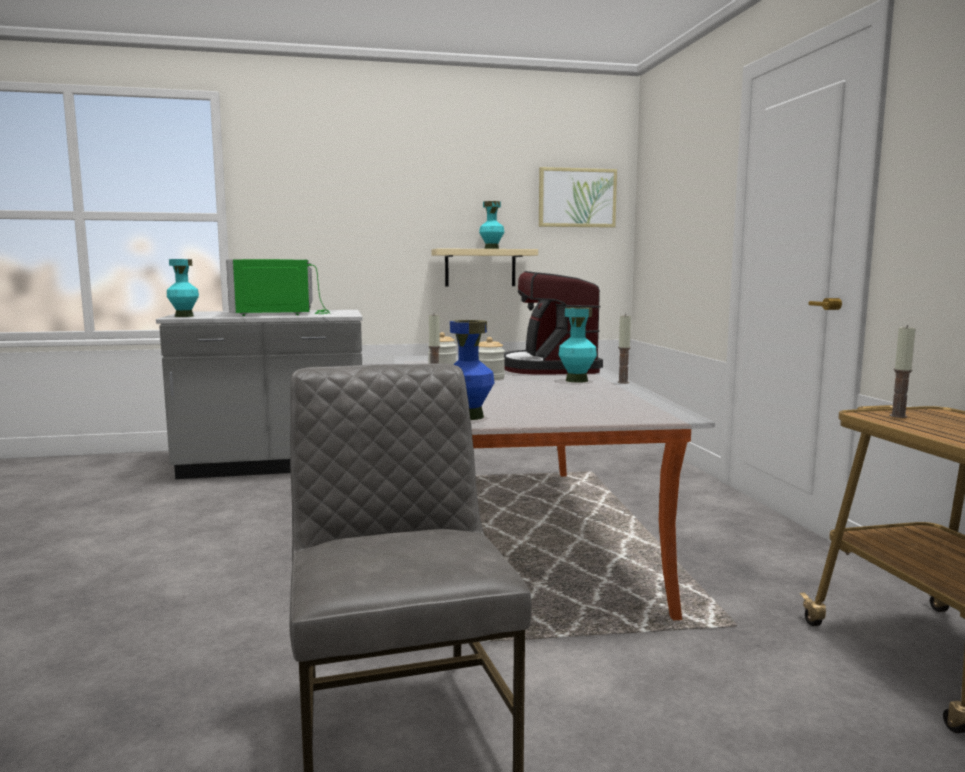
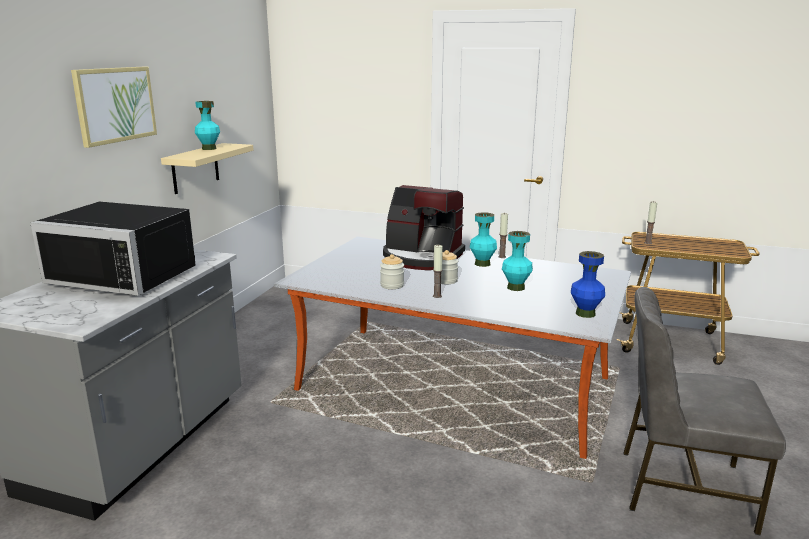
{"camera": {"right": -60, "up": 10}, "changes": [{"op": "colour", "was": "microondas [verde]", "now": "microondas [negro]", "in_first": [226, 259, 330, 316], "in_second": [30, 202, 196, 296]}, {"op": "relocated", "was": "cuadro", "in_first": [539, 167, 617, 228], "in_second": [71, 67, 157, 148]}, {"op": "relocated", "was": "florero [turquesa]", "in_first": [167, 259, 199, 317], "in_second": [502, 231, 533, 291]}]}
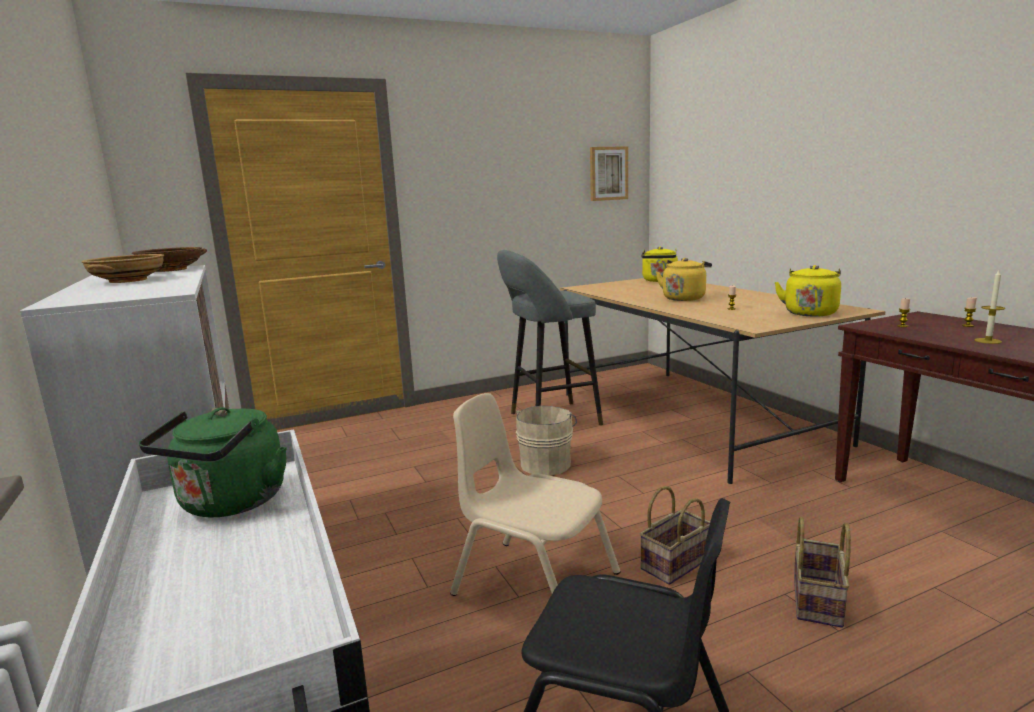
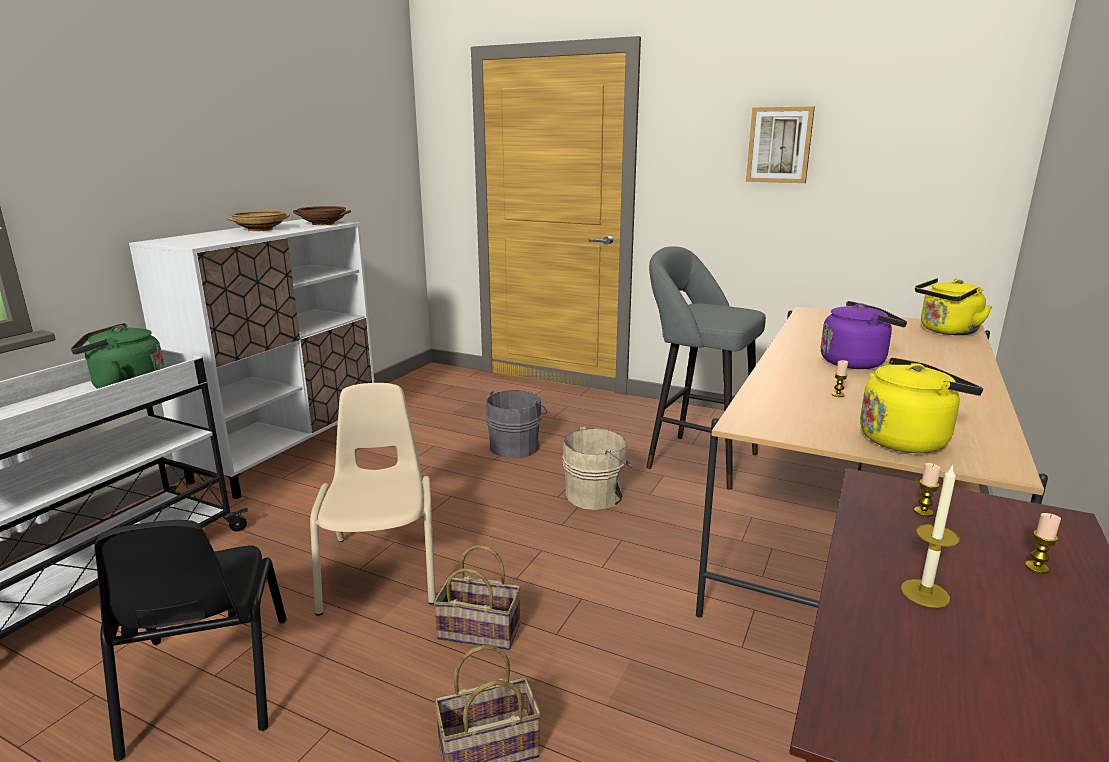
{"camera": {"right": 50, "up": 5}, "changes": [{"op": "appeared", "now": "cubo [gris]", "in_second": [485, 390, 547, 458]}, {"op": "relocated", "was": "cuadro", "in_first": [590, 146, 628, 201], "in_second": [746, 106, 815, 183]}, {"op": "colour", "was": "hervidor [amarillo]", "now": "hervidor [morado]", "in_first": [656, 258, 712, 301], "in_second": [821, 301, 907, 369]}]}
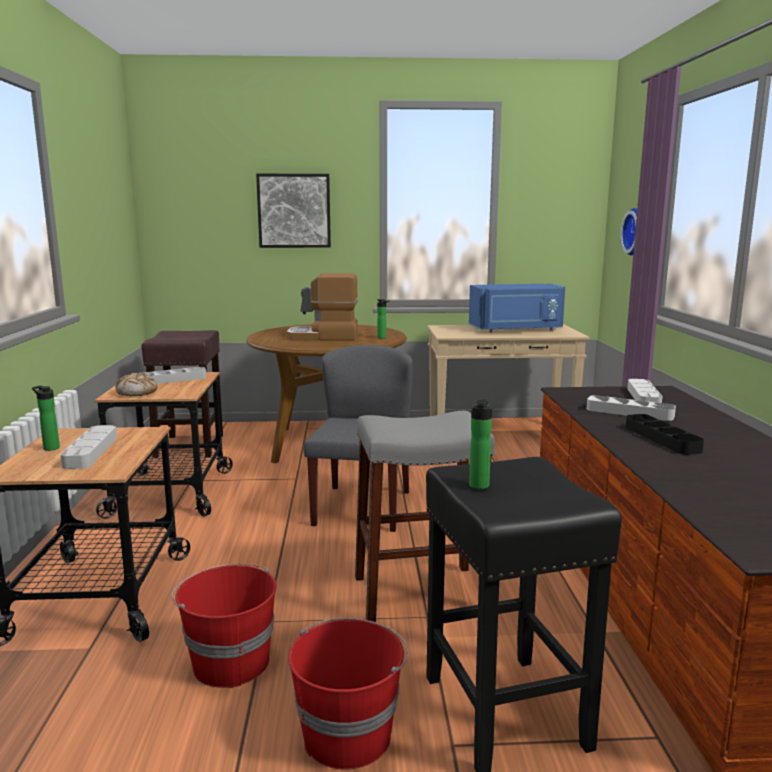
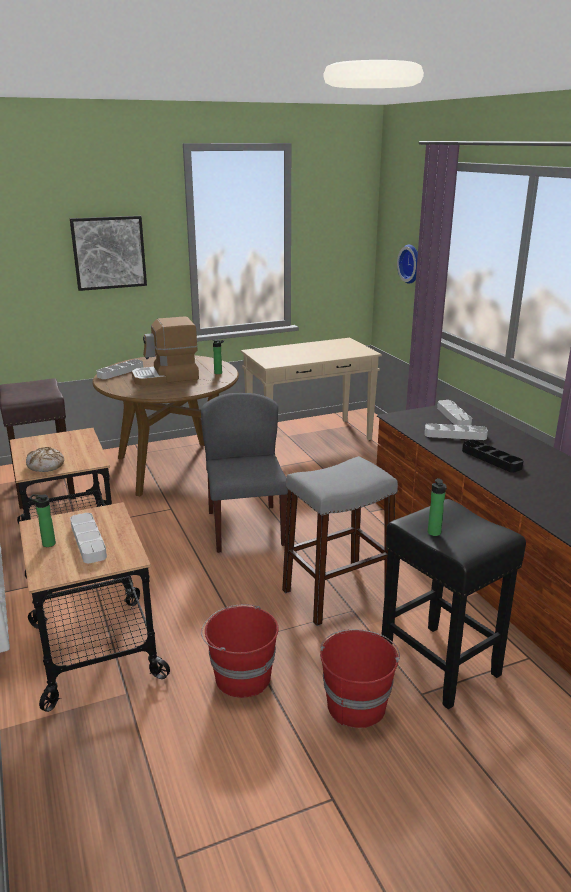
{"camera": {"right": -20, "up": 10}, "changes": [{"op": "relocated", "was": "bandeja [gris]", "in_first": [143, 367, 207, 384], "in_second": [96, 359, 143, 379]}, {"op": "missing", "was": "microondas [azul]", "in_first": [469, 284, 565, 332]}]}
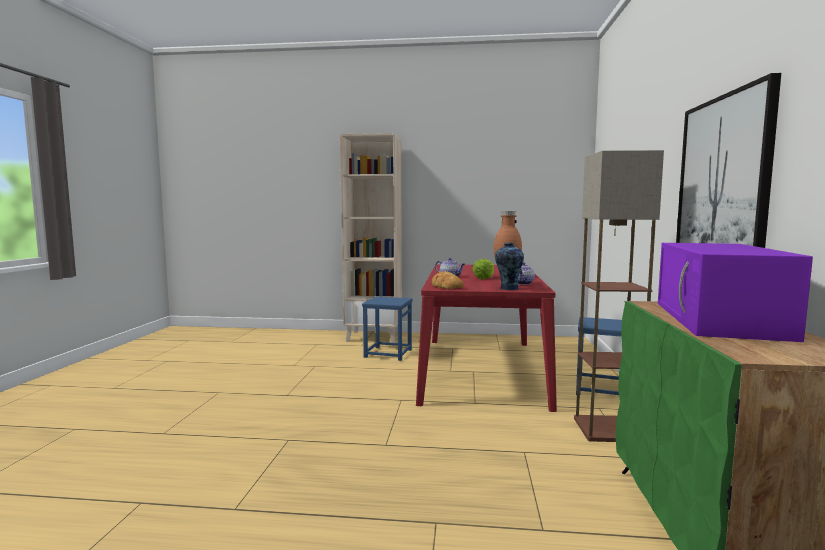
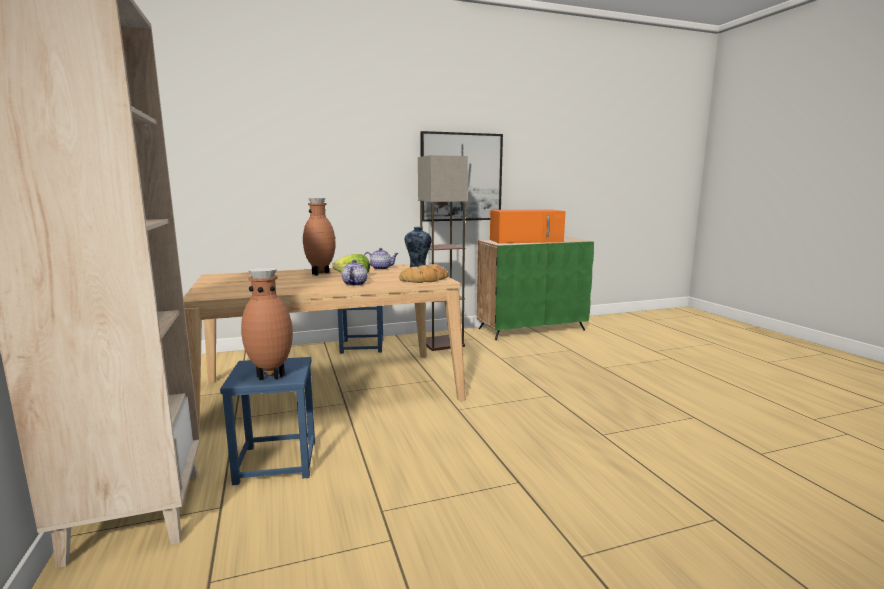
{"camera": {"right": -115, "up": 5}, "changes": [{"op": "colour", "was": "mesa de comedor [rojo]", "now": "mesa de comedor [beis]", "in_first": [416, 264, 557, 412], "in_second": [183, 264, 466, 435]}, {"op": "appeared", "now": "florero [marrón]", "in_second": [241, 268, 293, 380]}, {"op": "colour", "was": "microondas [morado]", "now": "microondas [naranja]", "in_first": [658, 243, 813, 342], "in_second": [490, 209, 566, 244]}]}
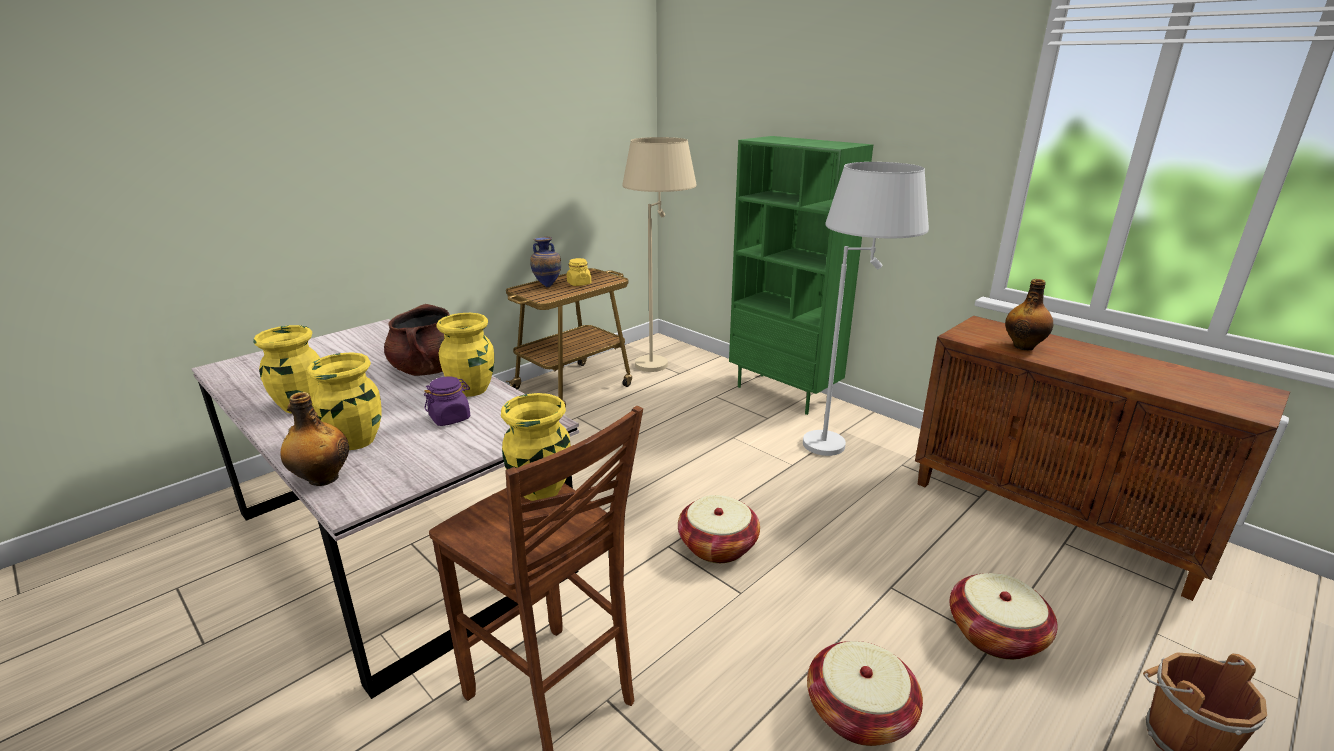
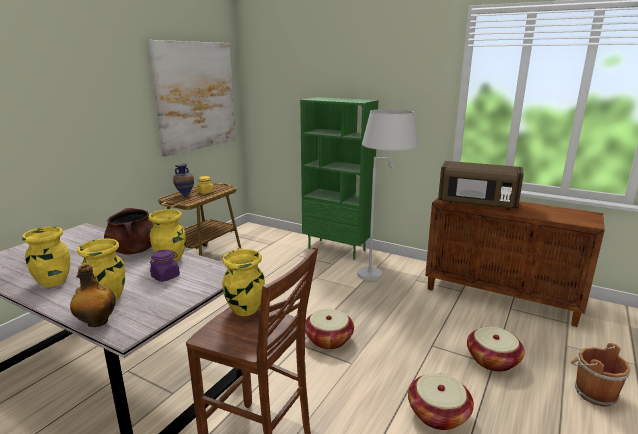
{"camera": {"right": -15, "up": -5}, "changes": [{"op": "appeared", "now": "cuadro", "in_second": [148, 40, 236, 157]}, {"op": "exchanged", "was": "botella", "now": "microondas [marrón]", "in_first": [1005, 279, 1053, 350], "in_second": [438, 161, 524, 210]}, {"op": "missing", "was": "lámpara de pie [beis]", "in_first": [622, 137, 696, 372]}]}
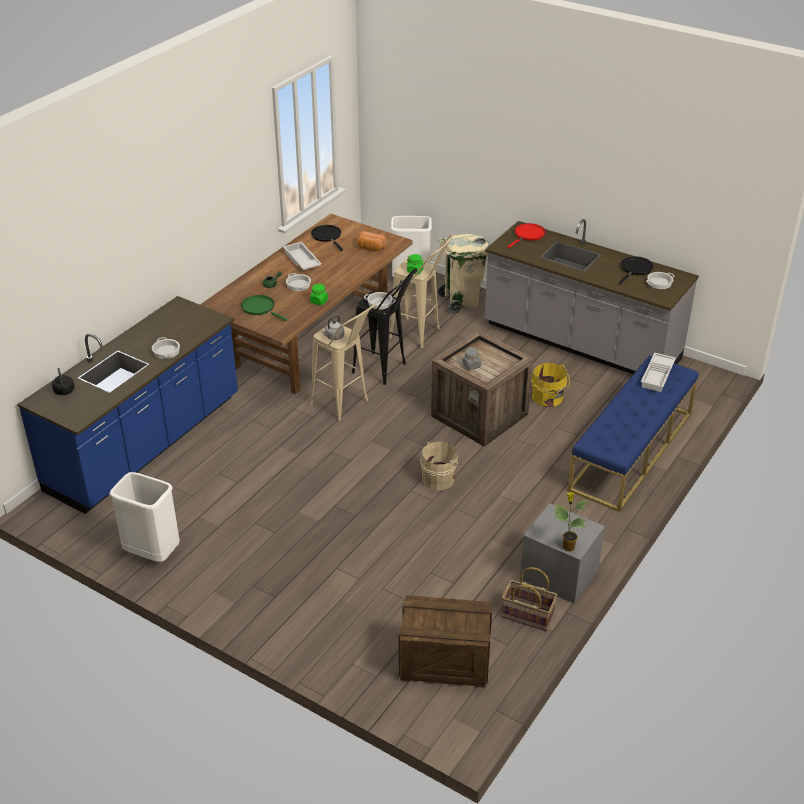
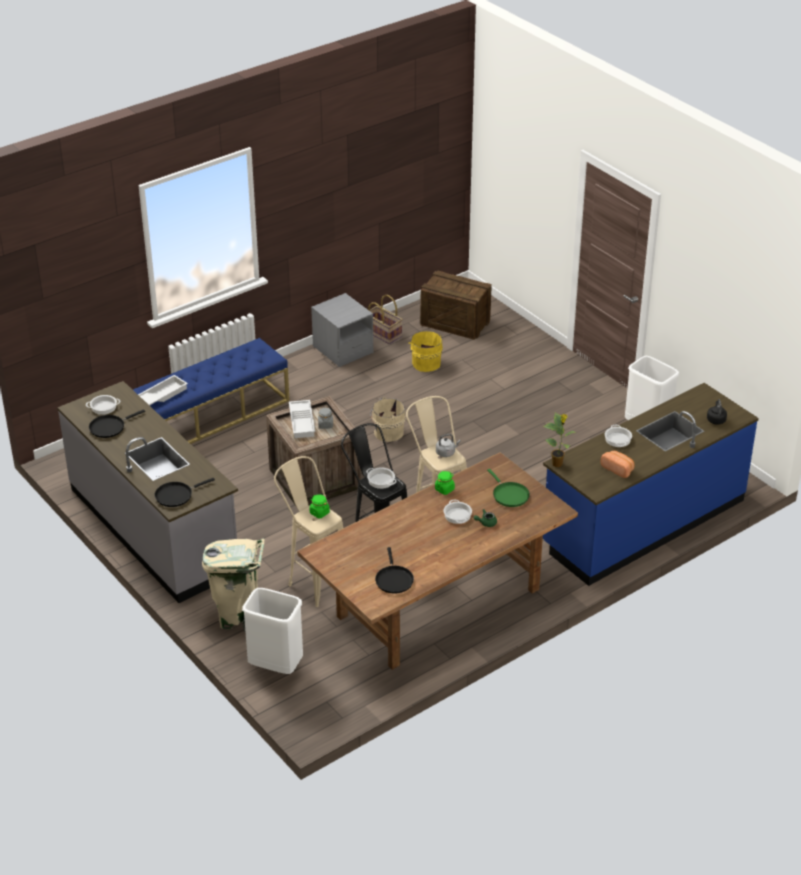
{"camera": {"right": -160, "up": 0}, "changes": [{"op": "colour", "was": "sartén [rojo]", "now": "sartén [negro]", "in_first": [507, 223, 546, 248], "in_second": [155, 478, 215, 507]}, {"op": "relocated", "was": "bandeja [blanco]", "in_first": [283, 242, 322, 270], "in_second": [289, 400, 315, 438]}, {"op": "relocated", "was": "cubo [amarillo]", "in_first": [531, 362, 570, 407], "in_second": [408, 331, 443, 372]}, {"op": "relocated", "was": "planta en maceta", "in_first": [554, 492, 591, 551], "in_second": [543, 413, 577, 467]}, {"op": "relocated", "was": "pan", "in_first": [357, 231, 387, 251], "in_second": [600, 451, 635, 478]}]}
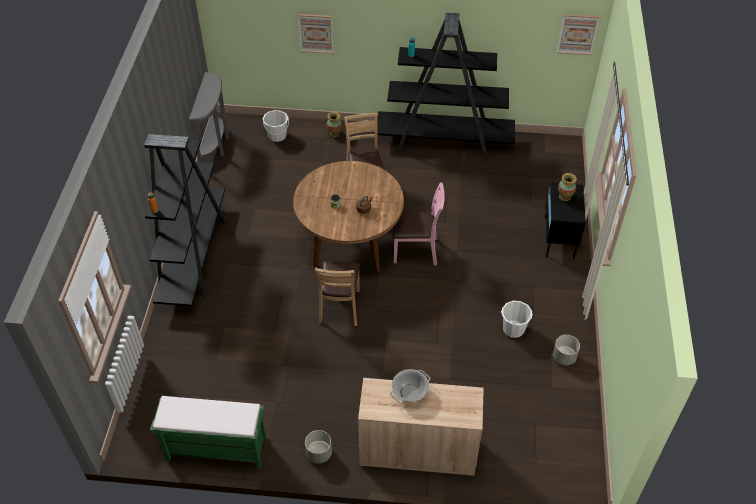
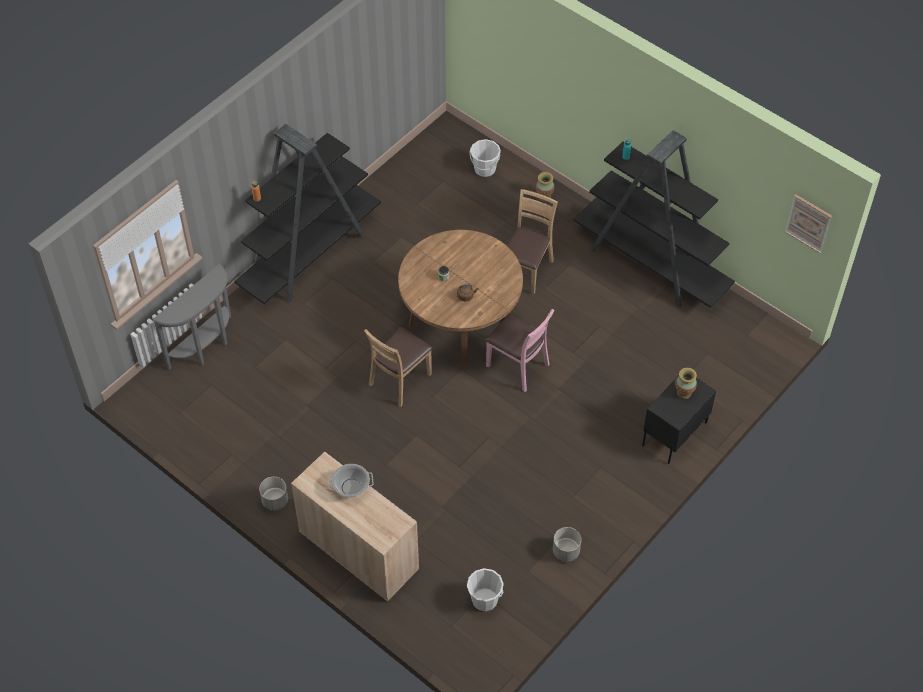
{"camera": {"right": 35, "up": 5}, "changes": [{"op": "relocated", "was": "mesa consola [gris]", "in_first": [189, 72, 229, 162], "in_second": [152, 264, 231, 370]}, {"op": "relocated", "was": "cubo [blanco]", "in_first": [501, 301, 533, 338], "in_second": [467, 568, 504, 611]}, {"op": "missing", "was": "banco [verde]", "in_first": [150, 396, 267, 469]}, {"op": "missing", "was": "cuadro", "in_first": [298, 14, 334, 54]}]}
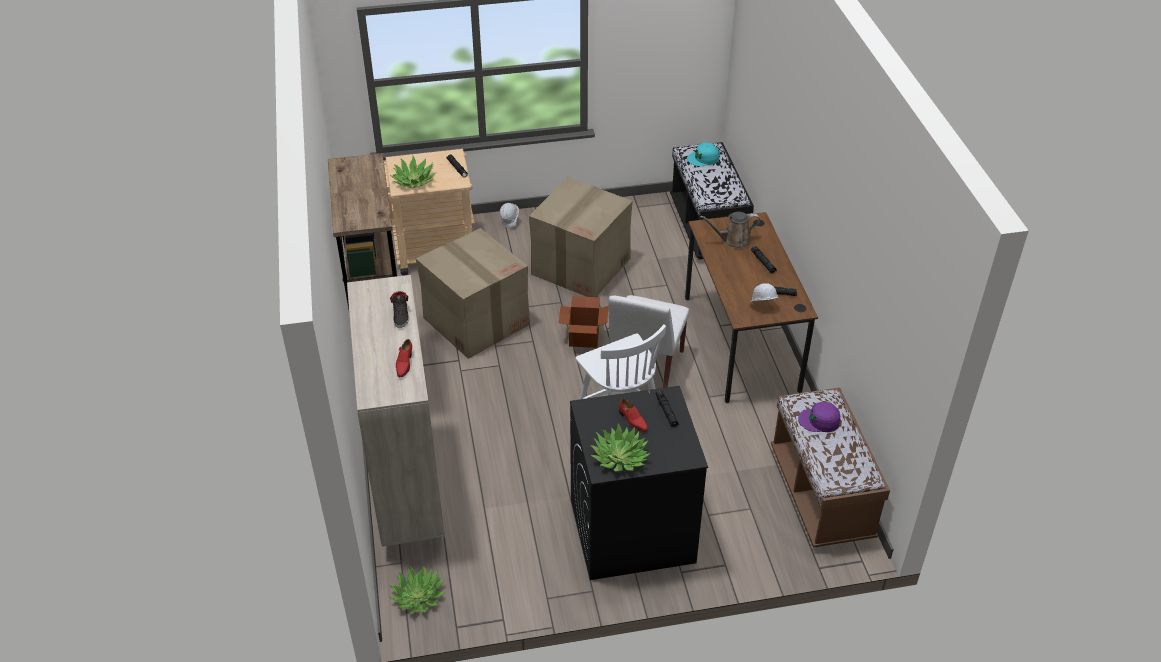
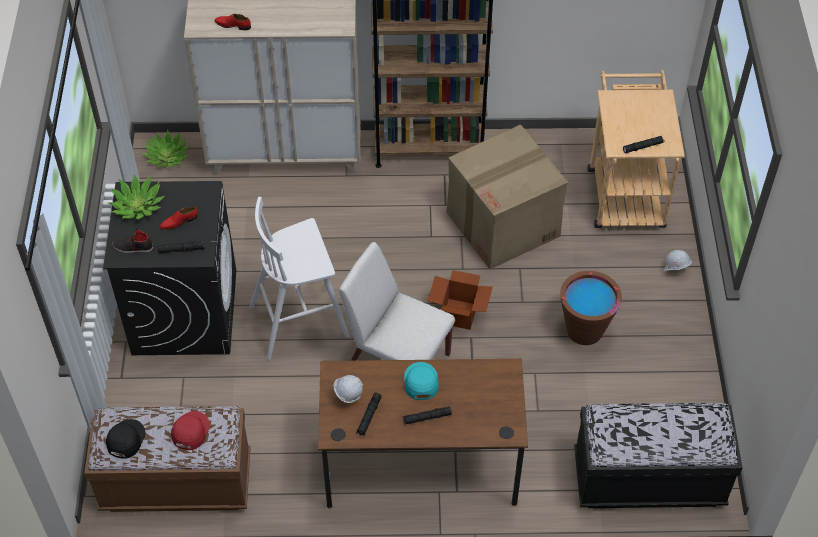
{"camera": {"right": 100, "up": 10}, "changes": [{"op": "appeared", "now": "gorra [negro]", "in_second": [106, 419, 145, 459]}, {"op": "relocated", "was": "zapato [negro]", "in_first": [390, 291, 409, 328], "in_second": [112, 229, 153, 253]}, {"op": "colour", "was": "gorra [morado]", "now": "gorra [rojo]", "in_first": [798, 402, 840, 432], "in_second": [171, 411, 210, 450]}, {"op": "relocated", "was": "gorra [turquesa]", "in_first": [687, 143, 719, 166], "in_second": [404, 362, 439, 400]}, {"op": "exchanged", "was": "caja de cartón", "now": "cubo [marrón]", "in_first": [529, 177, 633, 297], "in_second": [560, 271, 622, 345]}, {"op": "missing", "was": "planta en maceta", "in_first": [390, 156, 437, 188]}, {"op": "missing", "was": "regadera [marrón]", "in_first": [700, 212, 760, 249]}]}
